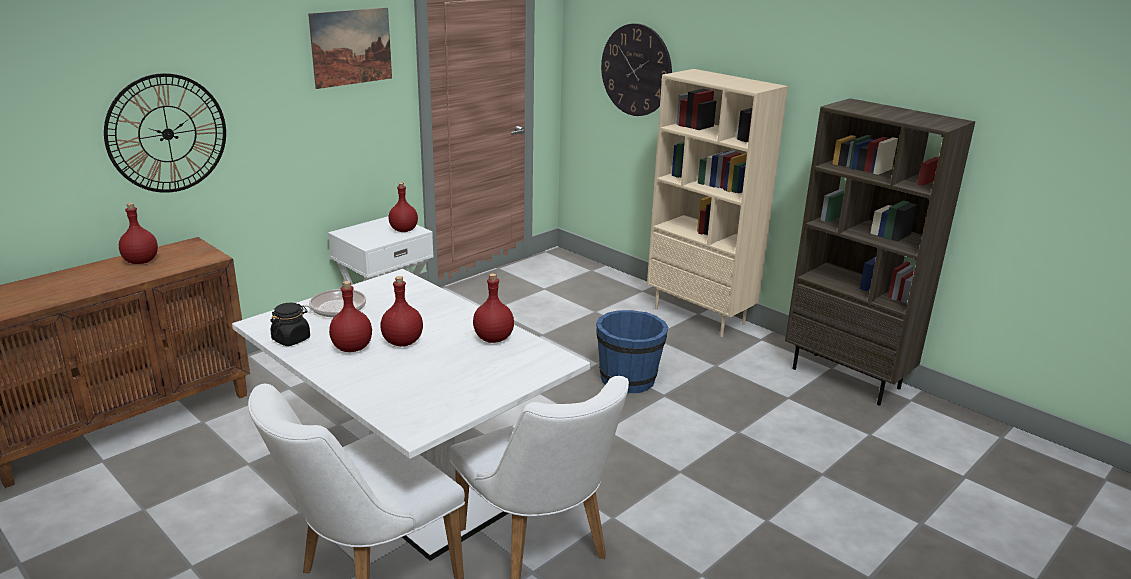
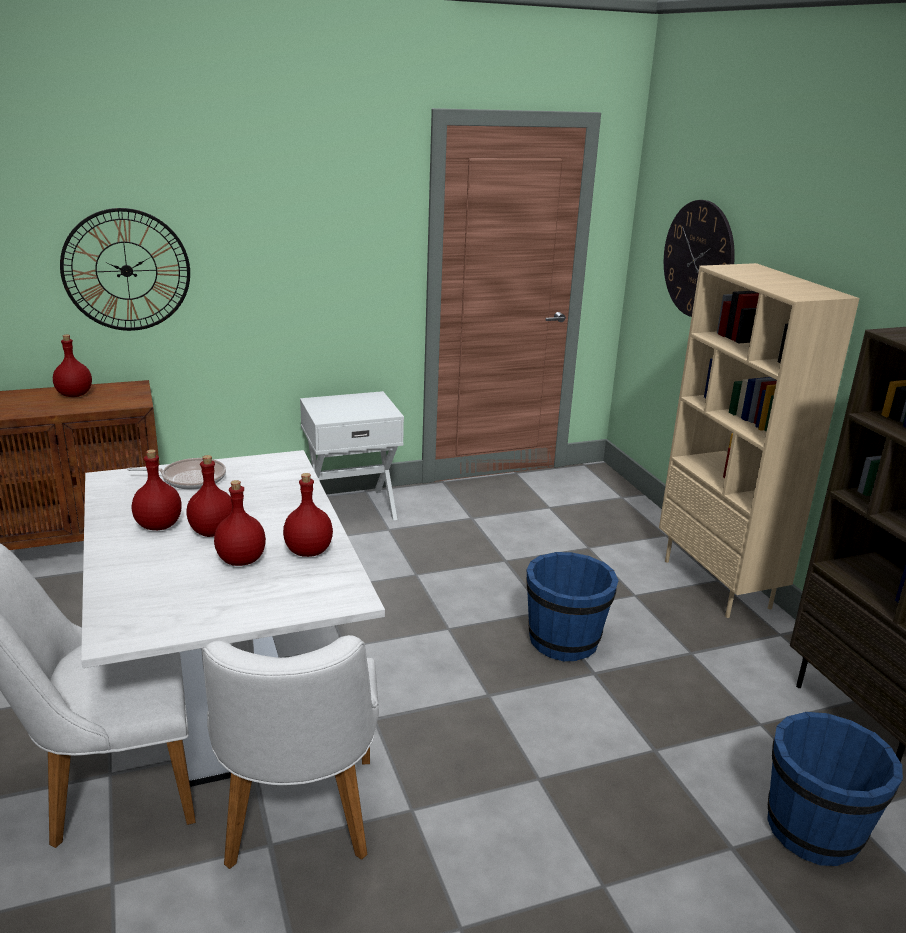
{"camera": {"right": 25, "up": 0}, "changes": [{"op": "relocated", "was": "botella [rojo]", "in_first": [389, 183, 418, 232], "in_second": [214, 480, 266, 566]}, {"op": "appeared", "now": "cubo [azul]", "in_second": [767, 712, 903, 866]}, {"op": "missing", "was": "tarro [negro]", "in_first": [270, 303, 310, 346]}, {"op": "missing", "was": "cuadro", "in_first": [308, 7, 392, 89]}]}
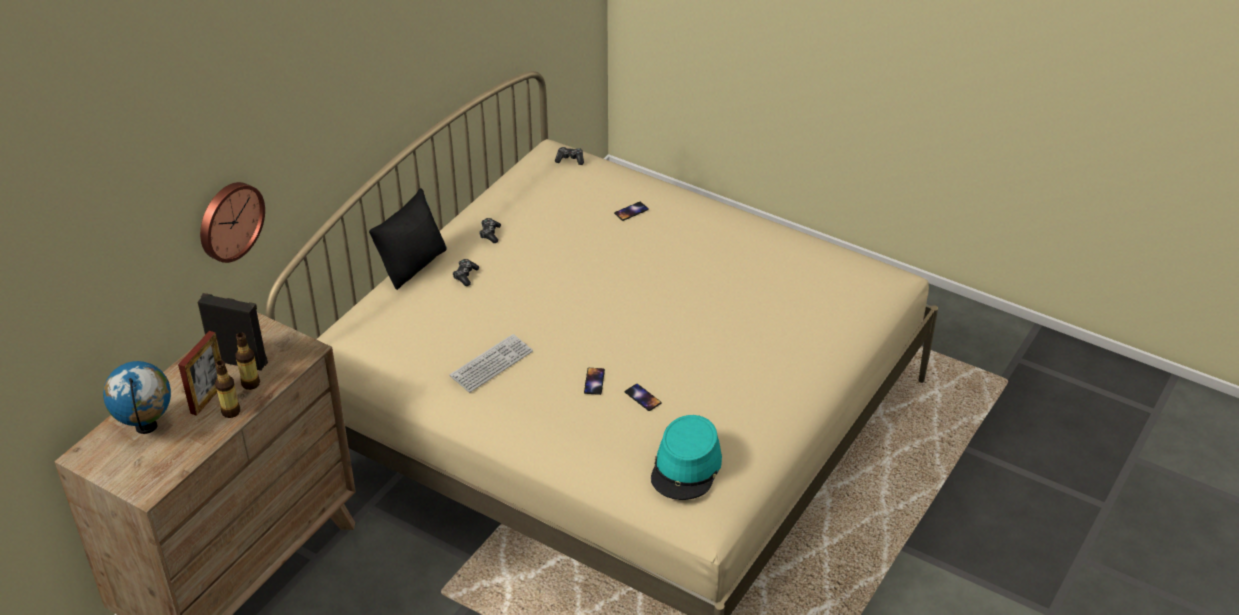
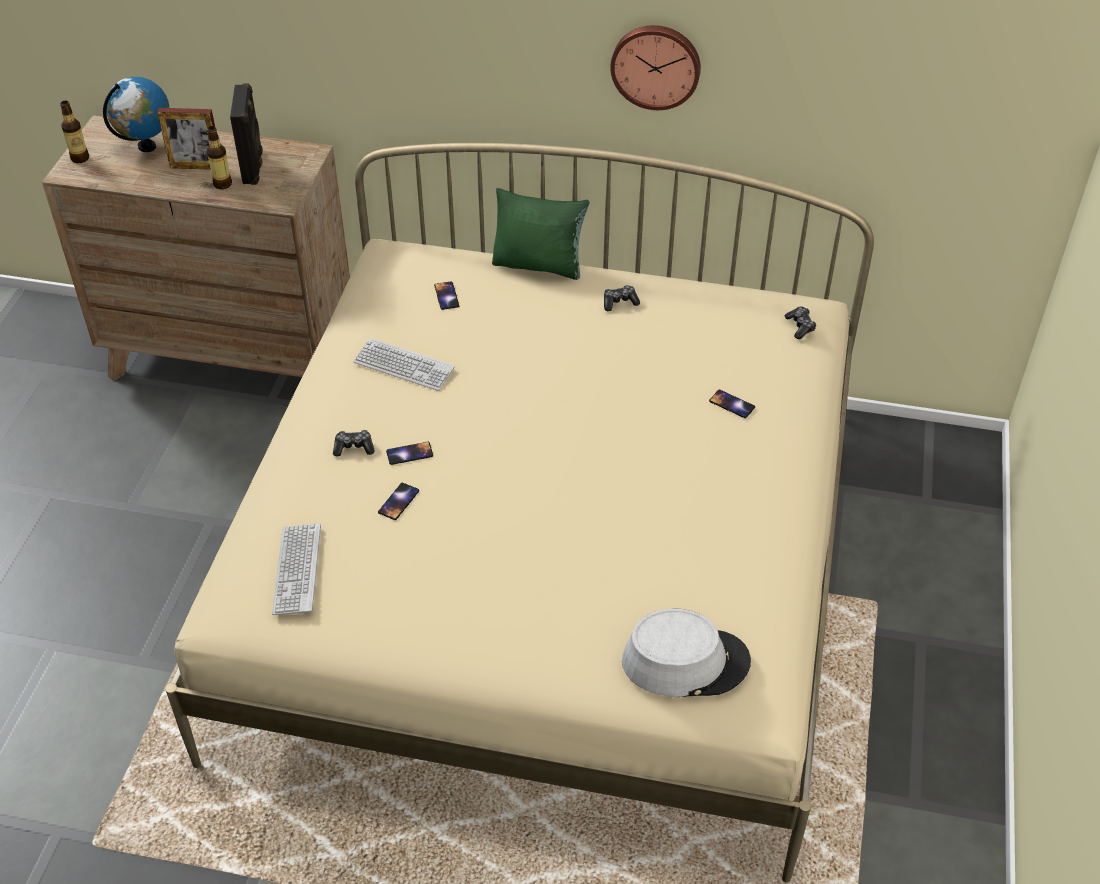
{"camera": {"right": 70, "up": 5}, "changes": [{"op": "relocated", "was": "botella", "in_first": [215, 360, 240, 418], "in_second": [60, 101, 89, 163]}, {"op": "exchanged", "was": "sombrero [turquesa]", "now": "teclado", "in_first": [651, 415, 722, 500], "in_second": [272, 523, 321, 615]}, {"op": "relocated", "was": "mando de consola", "in_first": [453, 259, 479, 286], "in_second": [333, 430, 375, 456]}, {"op": "appeared", "now": "móvil", "in_second": [434, 281, 459, 310]}, {"op": "colour", "was": "cojín [negro]", "now": "cojín [verde]", "in_first": [369, 188, 447, 290], "in_second": [492, 188, 590, 280]}, {"op": "relocated", "was": "reloj de pared", "in_first": [200, 182, 265, 263], "in_second": [610, 25, 701, 110]}, {"op": "appeared", "now": "sombrero [gris]", "in_second": [622, 609, 751, 697]}]}
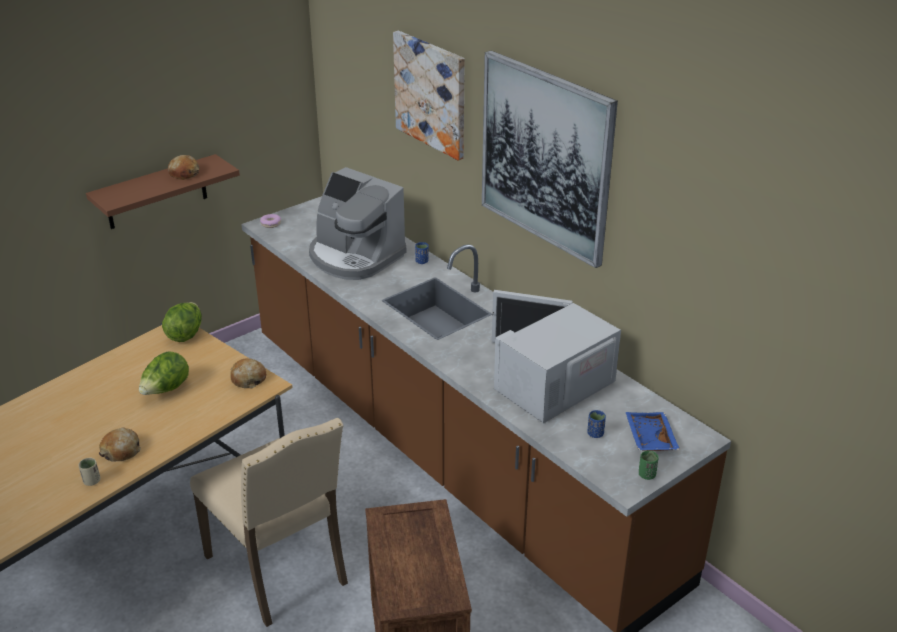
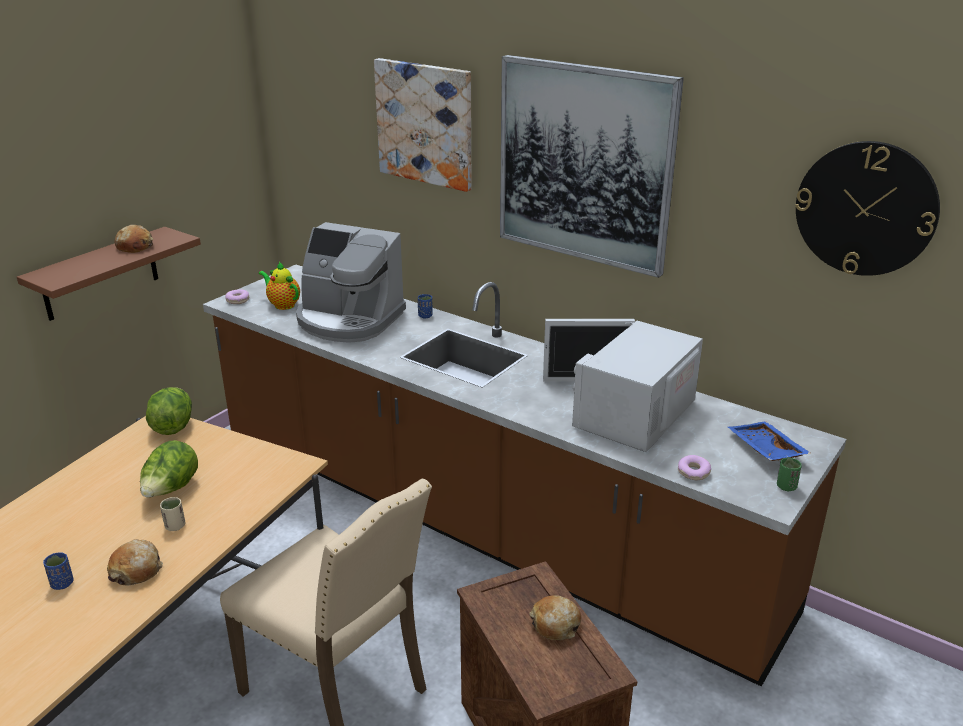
{"camera": {"right": -15, "up": -5}, "changes": [{"op": "relocated", "was": "taza [azul]", "in_first": [587, 410, 606, 438], "in_second": [43, 552, 74, 590]}, {"op": "relocated", "was": "taza [beis]", "in_first": [78, 457, 100, 486], "in_second": [160, 497, 185, 531]}, {"op": "appeared", "now": "tetera", "in_second": [258, 262, 300, 310]}, {"op": "relocated", "was": "pan", "in_first": [230, 358, 266, 388], "in_second": [530, 595, 581, 640]}, {"op": "appeared", "now": "rosquilla", "in_second": [678, 455, 711, 480]}, {"op": "appeared", "now": "reloj de pared", "in_second": [795, 141, 940, 276]}]}
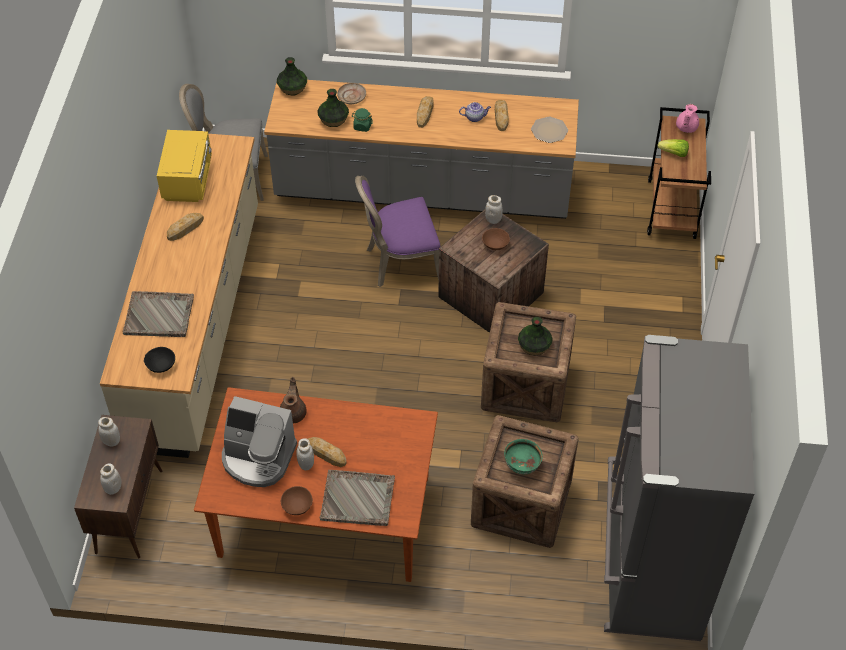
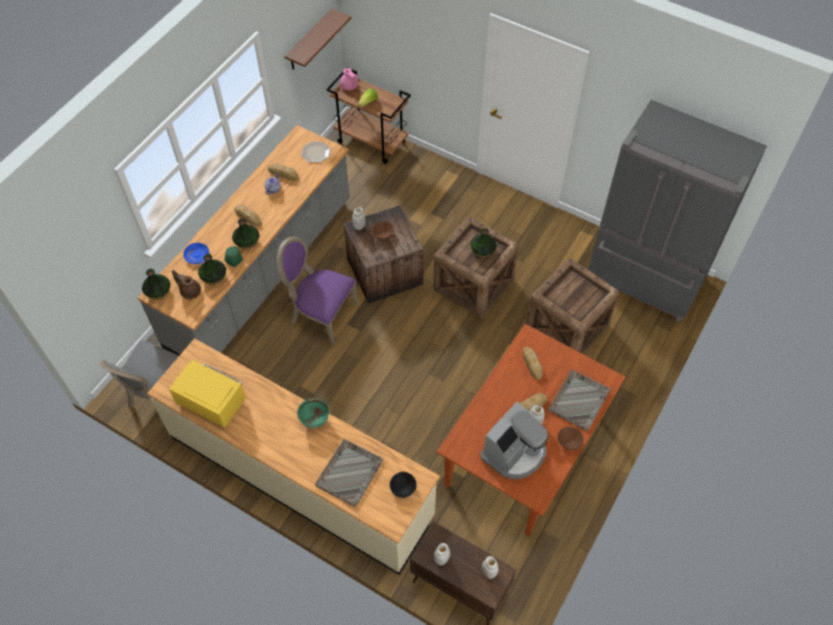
{"camera": {"right": -65, "up": 5}, "changes": [{"op": "relocated", "was": "tetera [marrón]", "in_first": [280, 377, 307, 424], "in_second": [172, 270, 201, 300]}, {"op": "colour", "was": "plato [beis]", "now": "plato [azul]", "in_first": [337, 83, 366, 104], "in_second": [183, 243, 209, 264]}, {"op": "appeared", "now": "florero", "in_second": [232, 218, 260, 249]}, {"op": "spun", "was": "silla [morado]", "in_first": [355, 176, 441, 287], "in_second": [276, 236, 359, 346], "clockwise": 105}, {"op": "appeared", "now": "estante [marrón]", "in_second": [284, 8, 351, 70]}, {"op": "relocated", "was": "cuenco [verde]", "in_first": [504, 439, 543, 474], "in_second": [297, 398, 330, 428]}, {"op": "relocated", "was": "pan", "in_first": [167, 213, 204, 241], "in_second": [523, 347, 543, 380]}]}
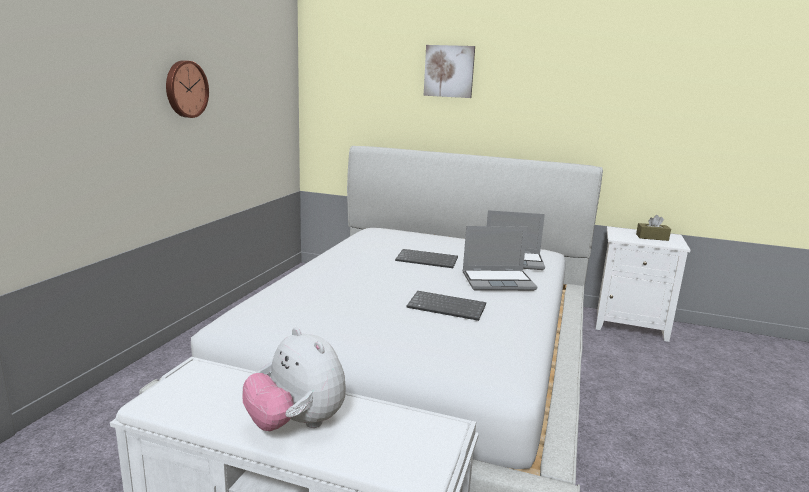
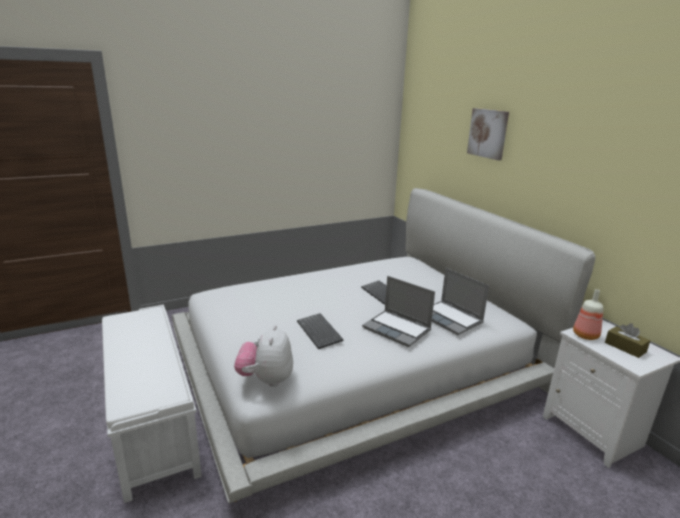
{"camera": {"right": 45, "up": 5}, "changes": [{"op": "relocated", "was": "peluche", "in_first": [242, 327, 346, 431], "in_second": [234, 325, 293, 387]}, {"op": "appeared", "now": "botella", "in_second": [573, 289, 603, 340]}, {"op": "missing", "was": "reloj de pared", "in_first": [166, 60, 209, 118]}]}
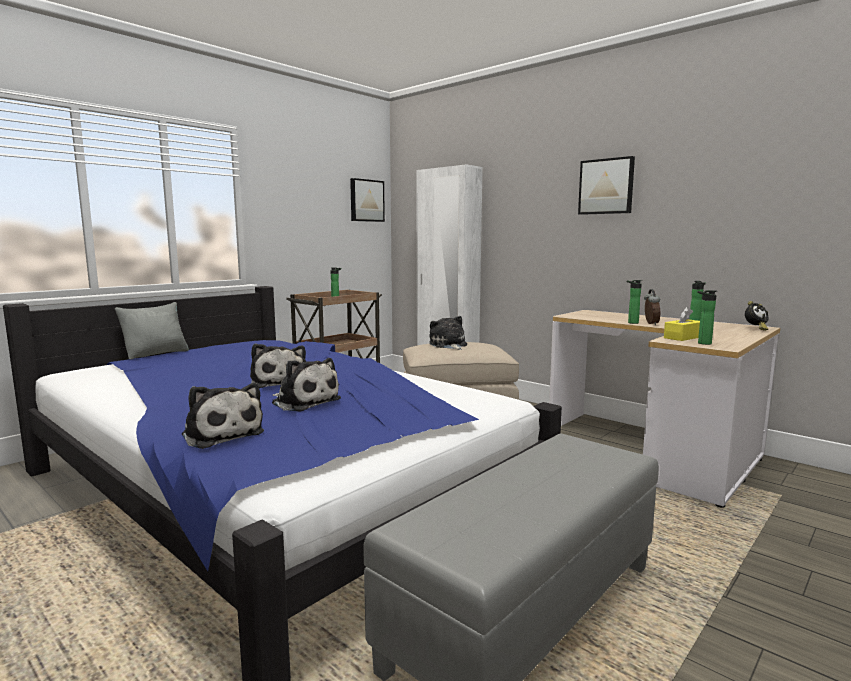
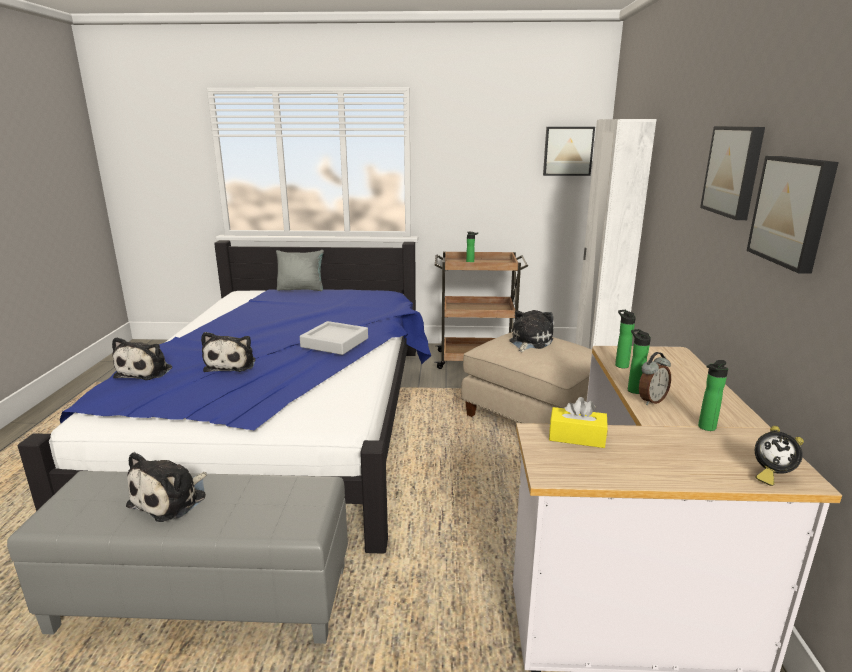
{"camera": {"right": 50, "up": 10}, "changes": [{"op": "relocated", "was": "peluche", "in_first": [250, 343, 306, 388], "in_second": [126, 452, 207, 522]}, {"op": "appeared", "now": "bandeja [gris]", "in_second": [300, 321, 368, 355]}, {"op": "relocated", "was": "botella", "in_first": [697, 290, 717, 345], "in_second": [615, 310, 636, 368]}, {"op": "appeared", "now": "cuadro", "in_second": [747, 156, 839, 274]}]}
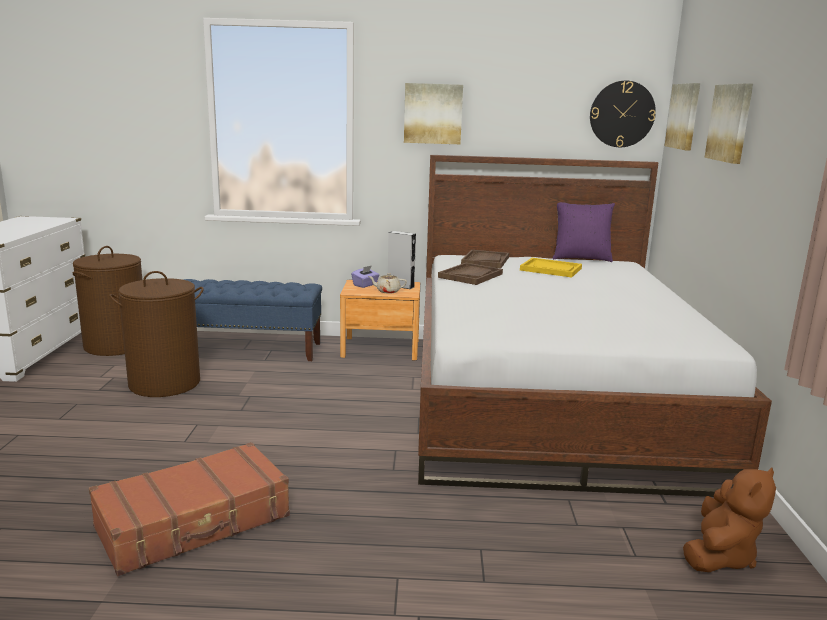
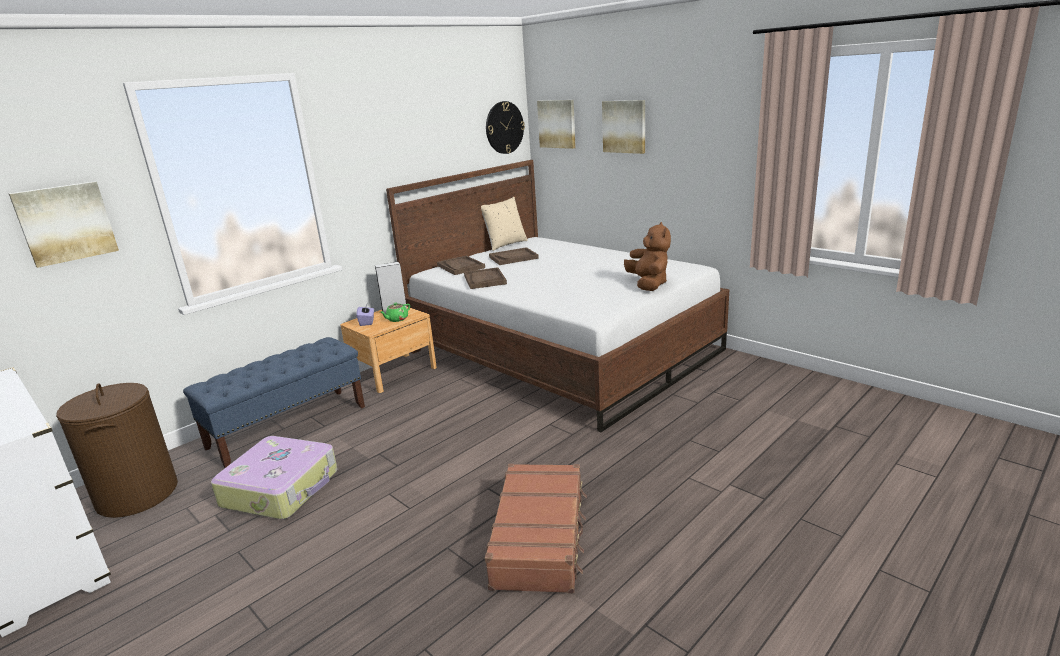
{"camera": {"right": -45, "up": 5}, "changes": [{"op": "relocated", "was": "cuadro", "in_first": [404, 83, 463, 144], "in_second": [9, 181, 119, 268]}, {"op": "exchanged", "was": "cesto de la ropa [marrón]", "now": "maleta", "in_first": [109, 271, 204, 397], "in_second": [211, 436, 337, 519]}, {"op": "colour", "was": "tetera [beis]", "now": "tetera [verde]", "in_first": [368, 273, 407, 294], "in_second": [380, 303, 410, 322]}, {"op": "colour", "was": "cojín [morado]", "now": "cojín [beis]", "in_first": [553, 202, 615, 262], "in_second": [481, 197, 528, 251]}, {"op": "colour", "was": "bandeja [amarillo]", "now": "bandeja [marrón]", "in_first": [520, 258, 582, 277], "in_second": [489, 247, 539, 265]}, {"op": "relocated", "was": "peluche [marrón]", "in_first": [683, 468, 776, 572], "in_second": [624, 222, 671, 291]}]}
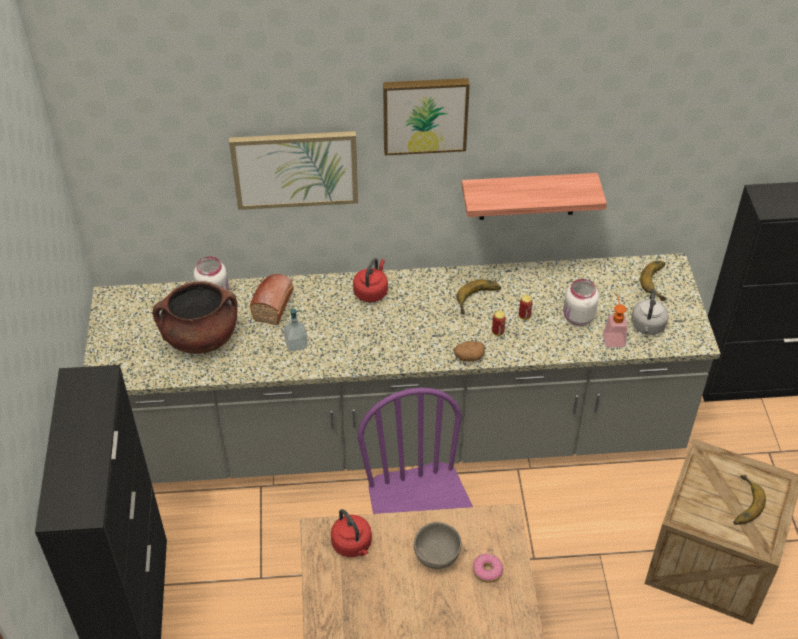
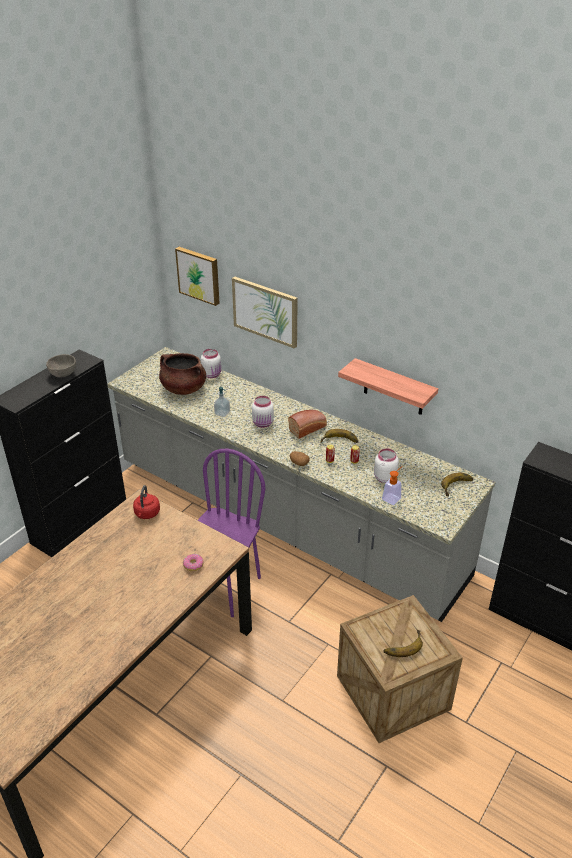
{"camera": {"right": 40, "up": -10}, "changes": [{"op": "relocated", "was": "cuenco [gris]", "in_first": [414, 522, 462, 569], "in_second": [46, 354, 76, 377]}, {"op": "relocated", "was": "cuadro", "in_first": [383, 78, 470, 155], "in_second": [175, 247, 220, 306]}, {"op": "appeared", "now": "tarro [blanco]", "in_second": [252, 396, 274, 428]}, {"op": "relocated", "was": "pan", "in_first": [250, 274, 294, 325], "in_second": [288, 410, 327, 439]}, {"op": "missing", "was": "hervidor [rojo]", "in_first": [353, 258, 388, 302]}, {"op": "missing", "was": "hervidor [gris]", "in_first": [631, 289, 669, 335]}]}
